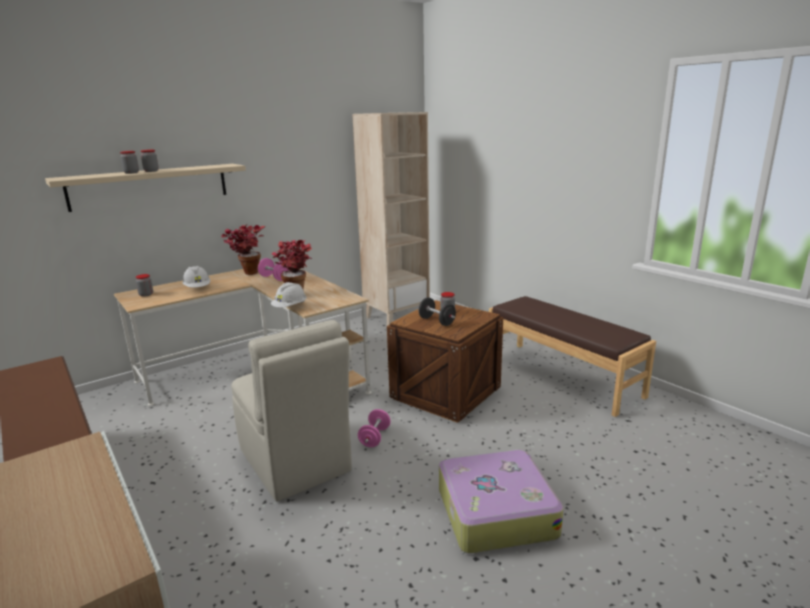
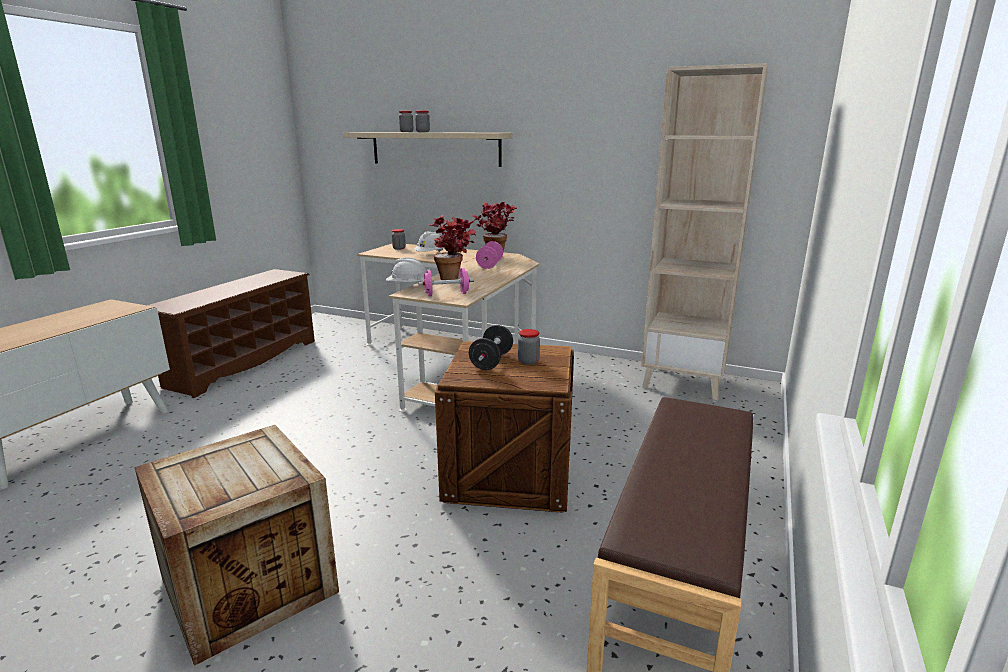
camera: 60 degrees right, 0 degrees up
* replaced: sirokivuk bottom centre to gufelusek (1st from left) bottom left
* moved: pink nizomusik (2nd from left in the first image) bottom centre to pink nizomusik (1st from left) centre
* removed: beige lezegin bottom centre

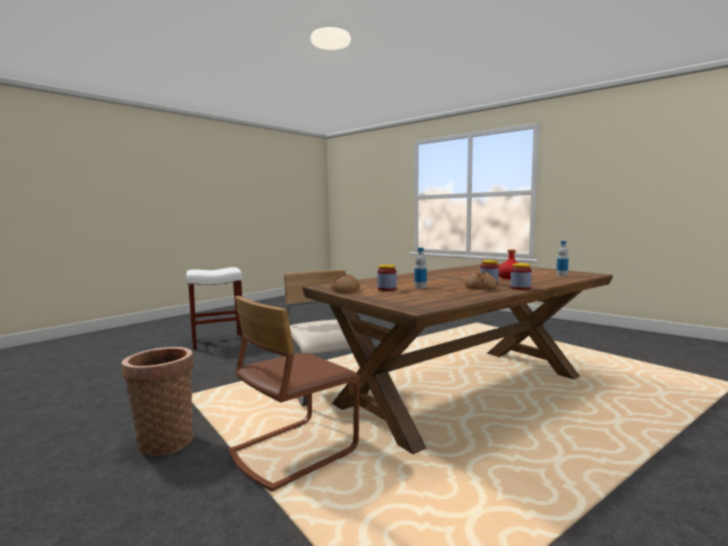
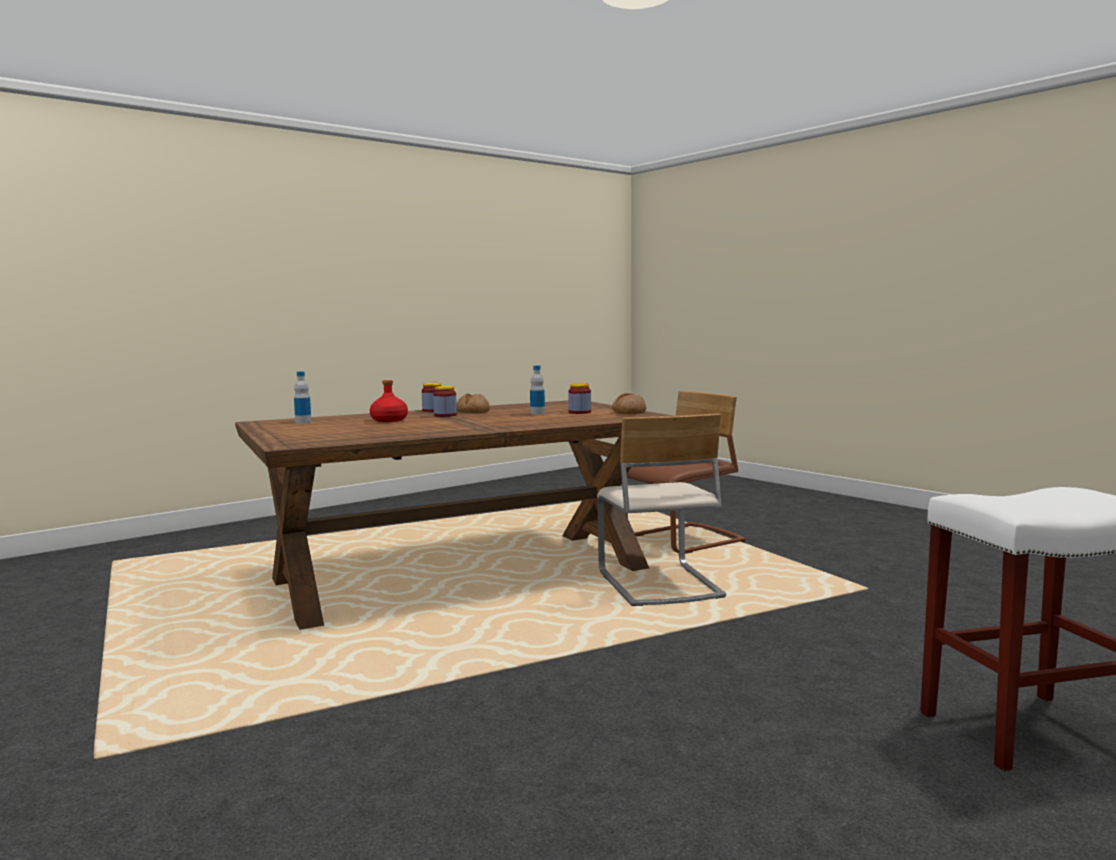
camera: 170 degrees left, 0 degrees up
* removed: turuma bottom left

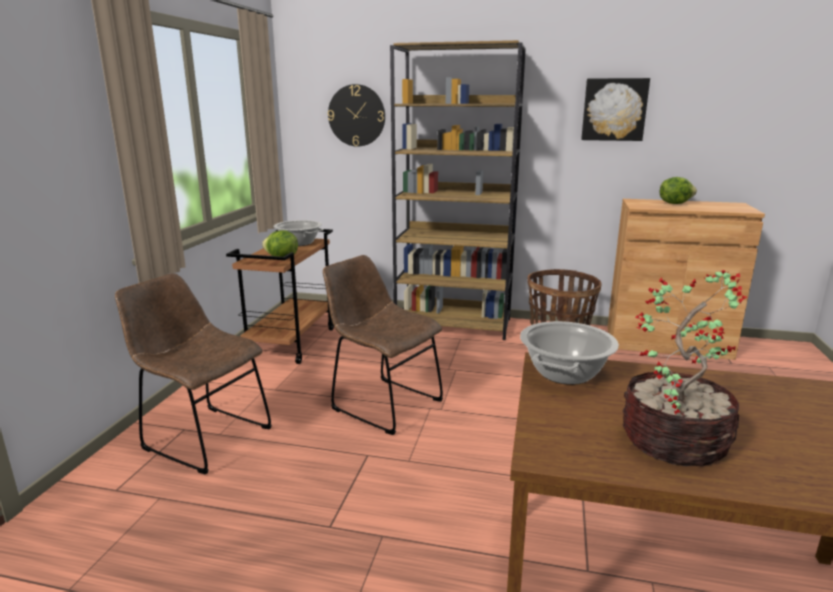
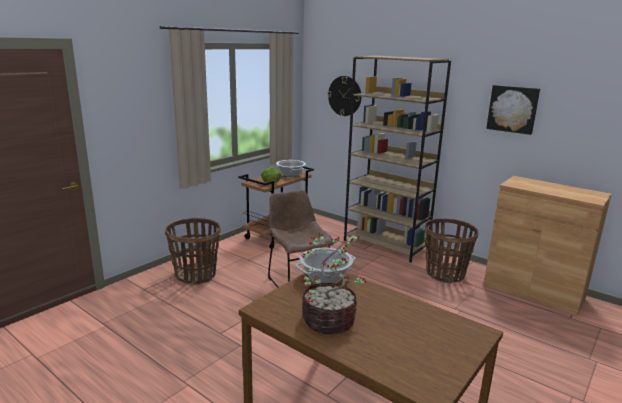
camera: 25 degrees right, 0 degrees up
* replaced: brown lezegin (1st from left) middle left to turuma (1st from left) middle left
* removed: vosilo (2nd from left) top right

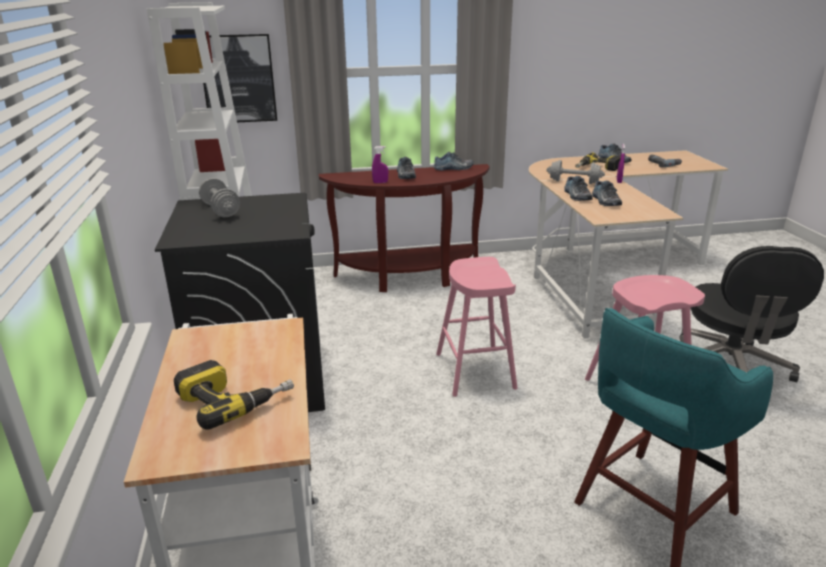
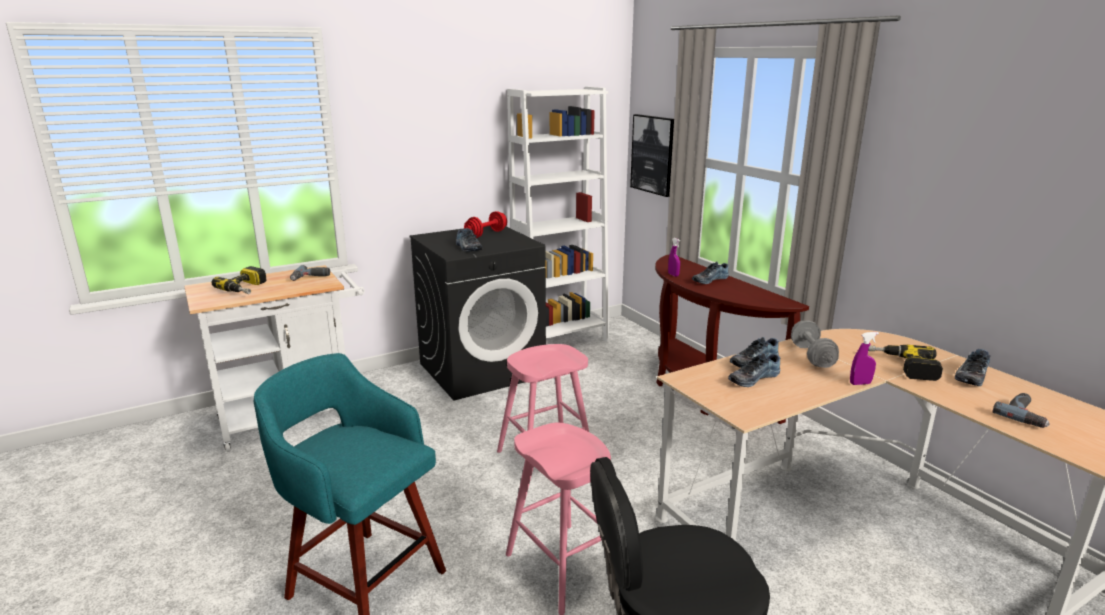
camera: 70 degrees right, 5 degrees down
* added: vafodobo (2nd from left) middle left
* moved: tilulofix (2nd from left in the first image) top centre to tilulofix (1st from left) centre
* recoloured: grey nizomusik (1st from left) middle left to red nizomusik centre

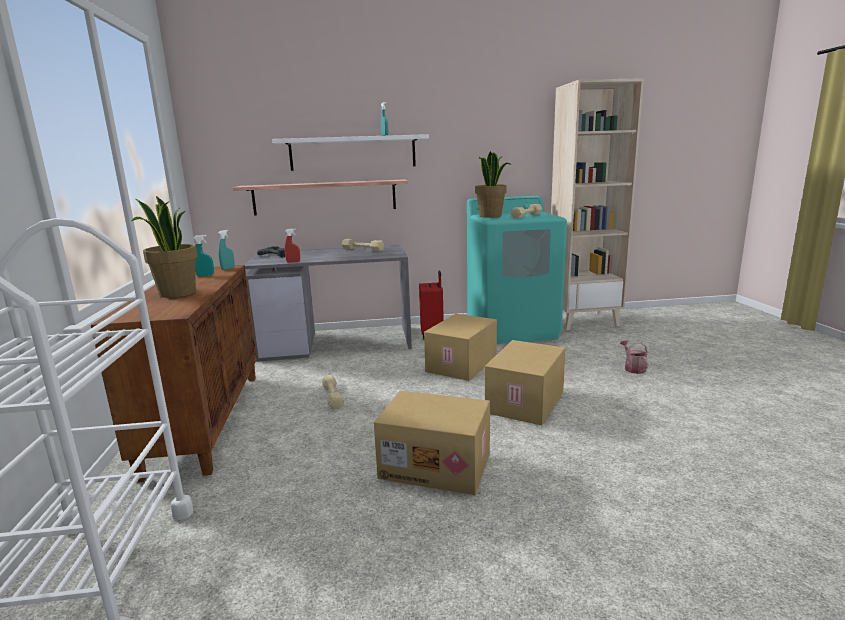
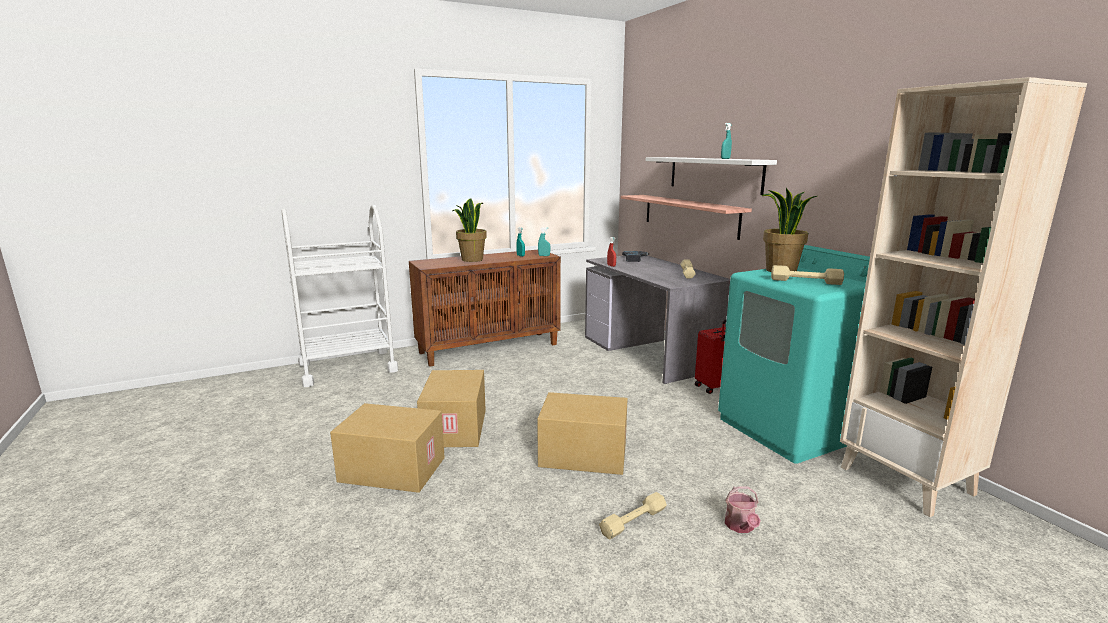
camera: 70 degrees right, 0 degrees up
* moved: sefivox (2nd from left in the first image) centre to sefivox (1st from left) bottom centre
* moved: beige nizomusik (1st from left) centre to bottom centre
* turned: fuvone middle right = bottom right 120 degrees clockwise

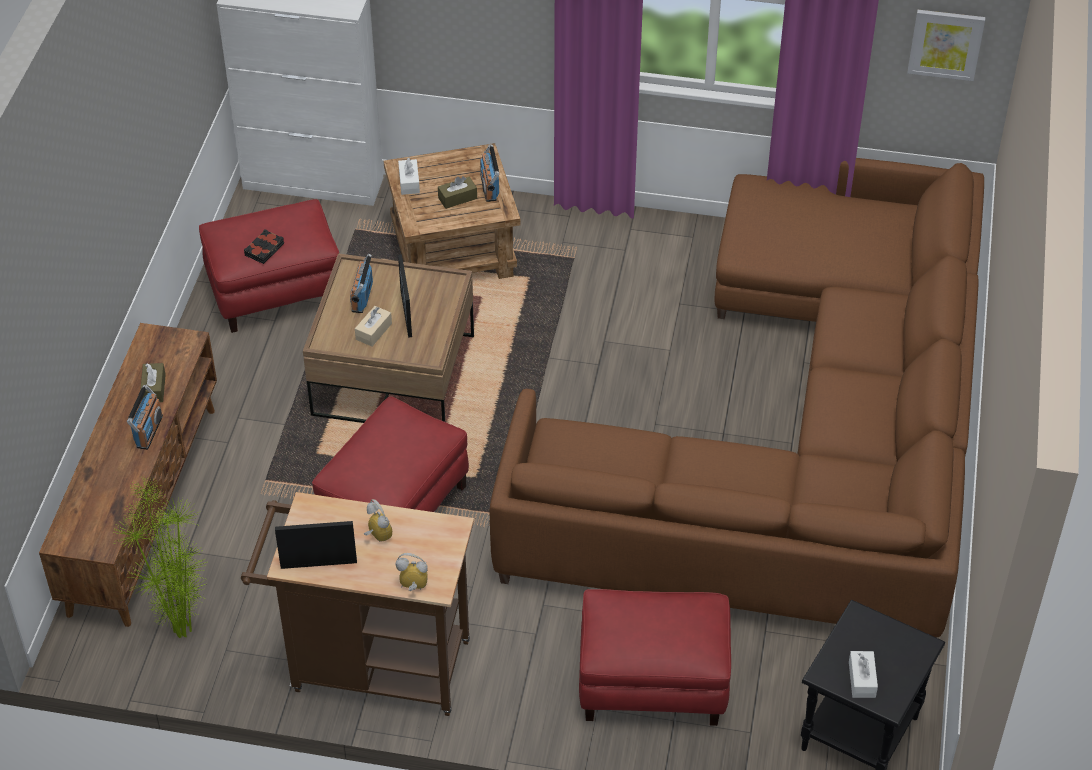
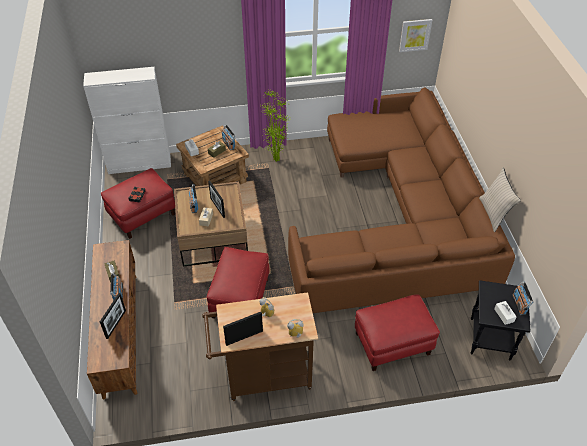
camera: 20 degrees left, 0 degrees up
* added: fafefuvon (1st from left) bottom left
* moved: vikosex bottom left to top centre
* added: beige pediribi middle right
* added: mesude (4th from left) bottom right

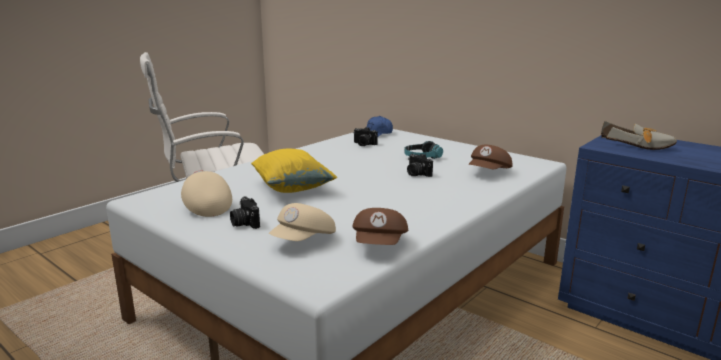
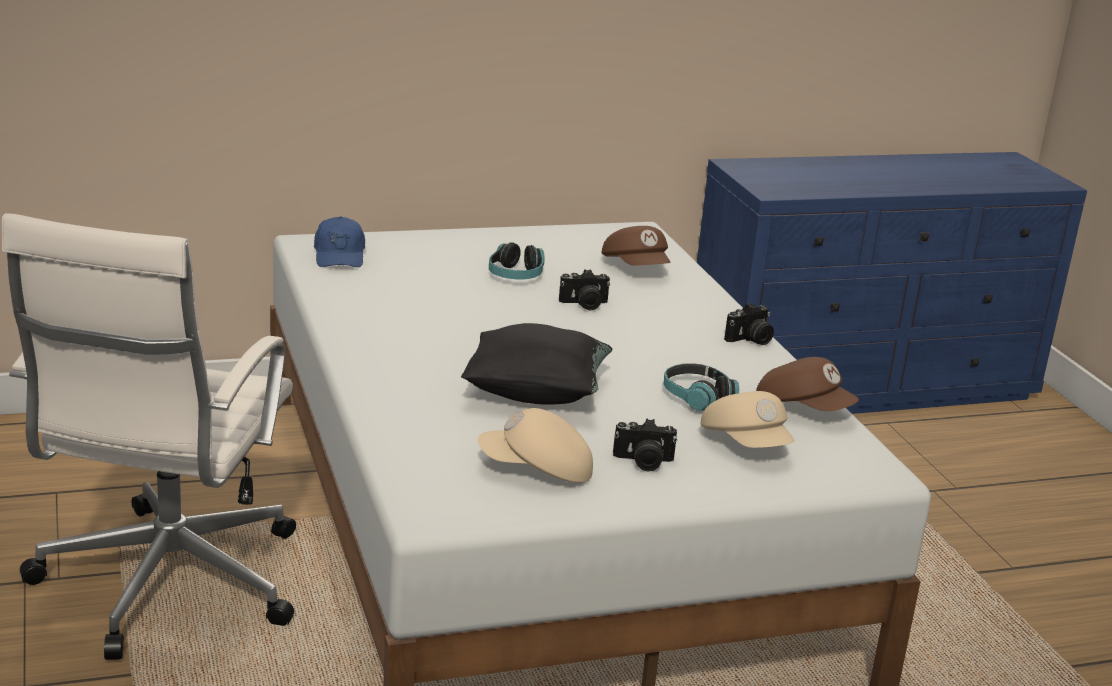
camera: 60 degrees left, 5 degrees up
* recoloured: yellow pediribi centre to black pediribi centre
* added: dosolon (2nd from left) centre
* moved: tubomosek (2nd from left in the first image) centre to tubomosek (3rd from left) middle right
* removed: tilulofix middle right

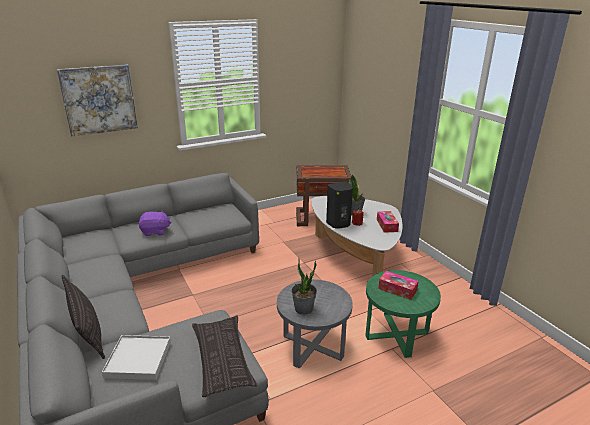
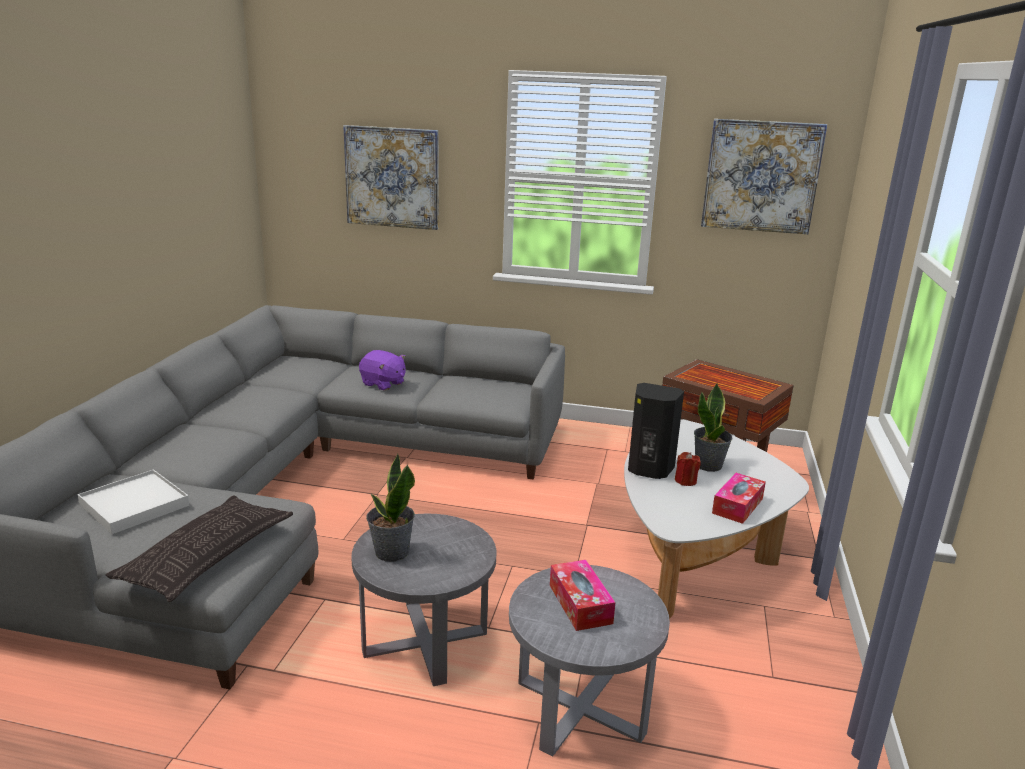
camera: 40 degrees right, 5 degrees down
* recoloured: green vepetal bottom right to grey vepetal (2nd from left) bottom centre
* added: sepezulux (2nd from left) top right
* removed: pediribi (1st from left) bottom left

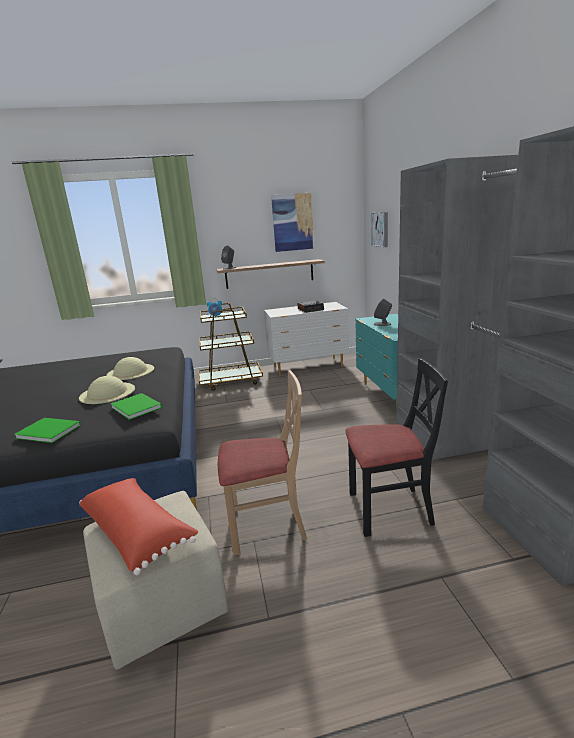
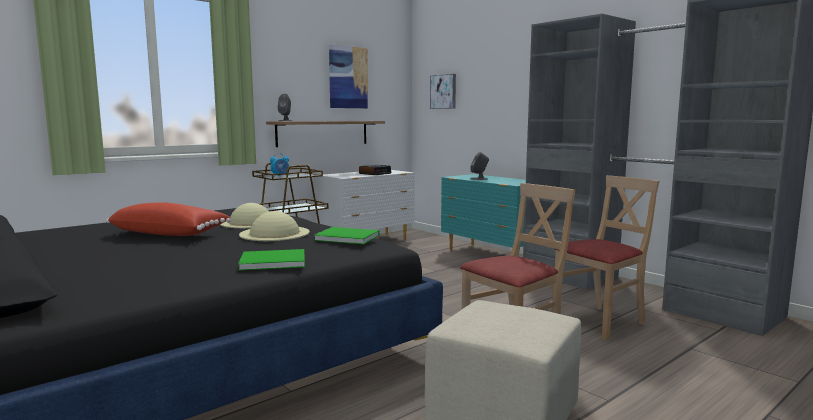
camera: 30 degrees left, 10 degrees down
* moved: red pediribi bottom left to middle left
* recoloured: black lezegin middle right to beige lezegin (2nd from left) middle right

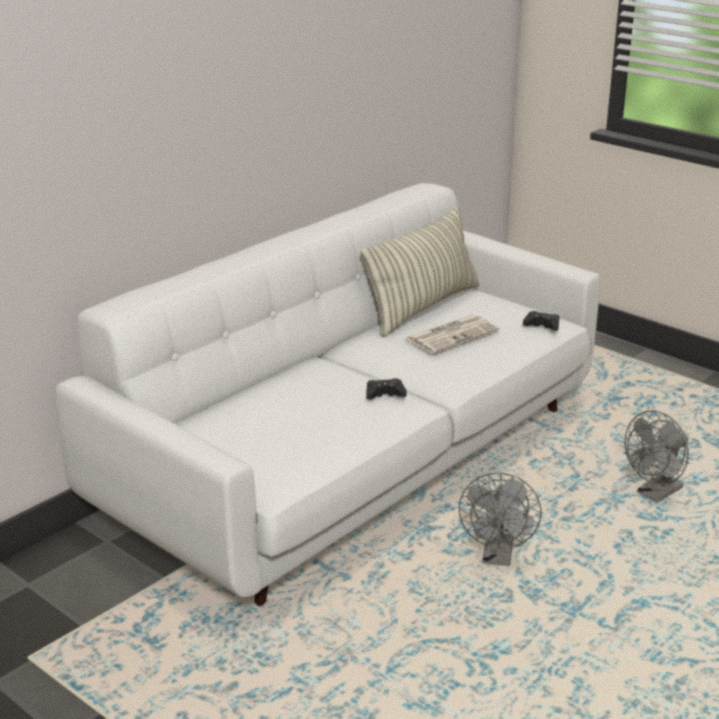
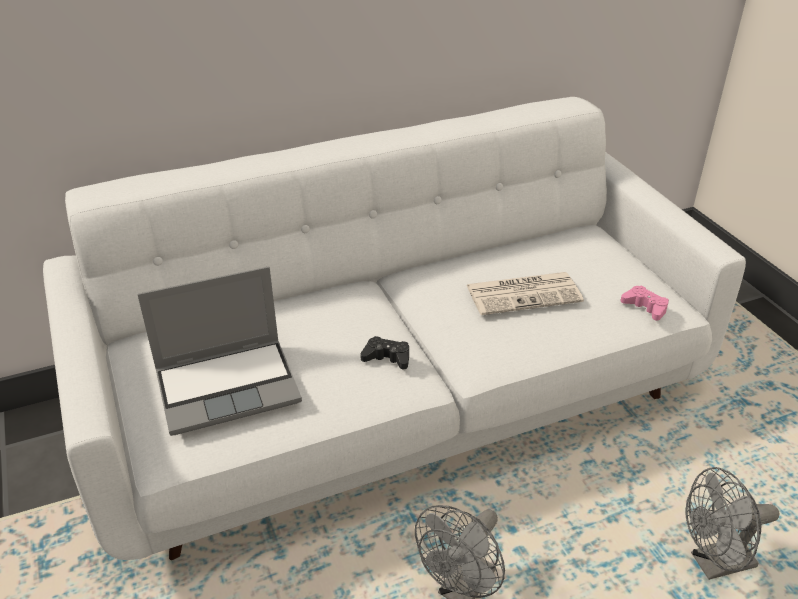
camera: 25 degrees right, 10 degrees up
* added: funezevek middle left
* recoloured: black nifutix (2nd from left) middle right to pink nifutix middle right
* removed: pediribi centre

